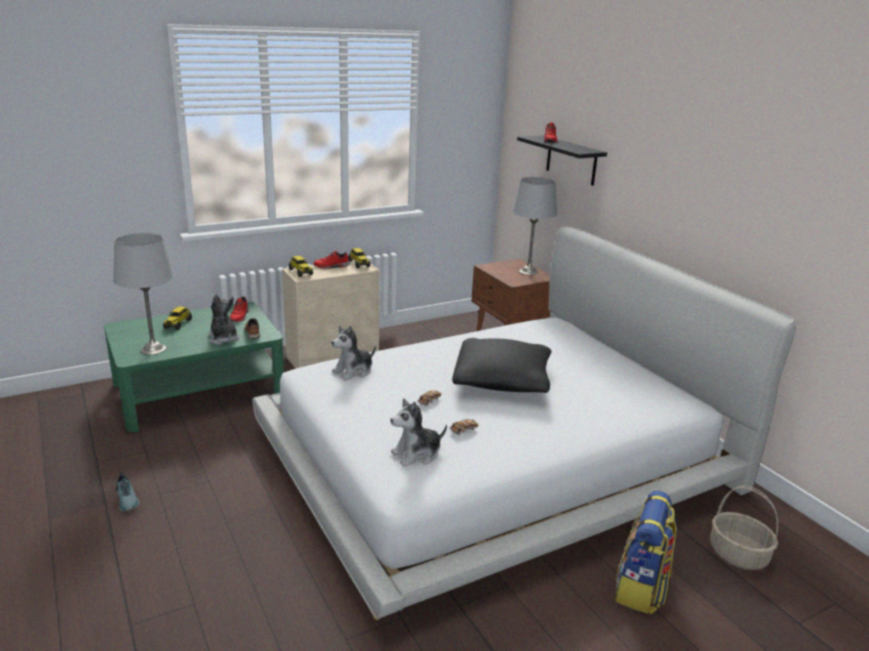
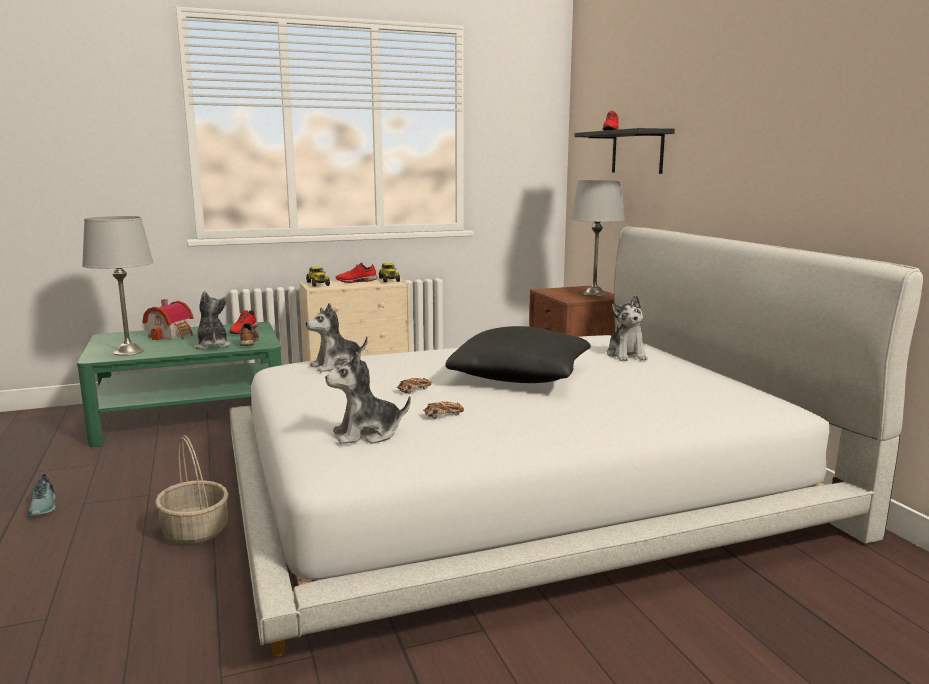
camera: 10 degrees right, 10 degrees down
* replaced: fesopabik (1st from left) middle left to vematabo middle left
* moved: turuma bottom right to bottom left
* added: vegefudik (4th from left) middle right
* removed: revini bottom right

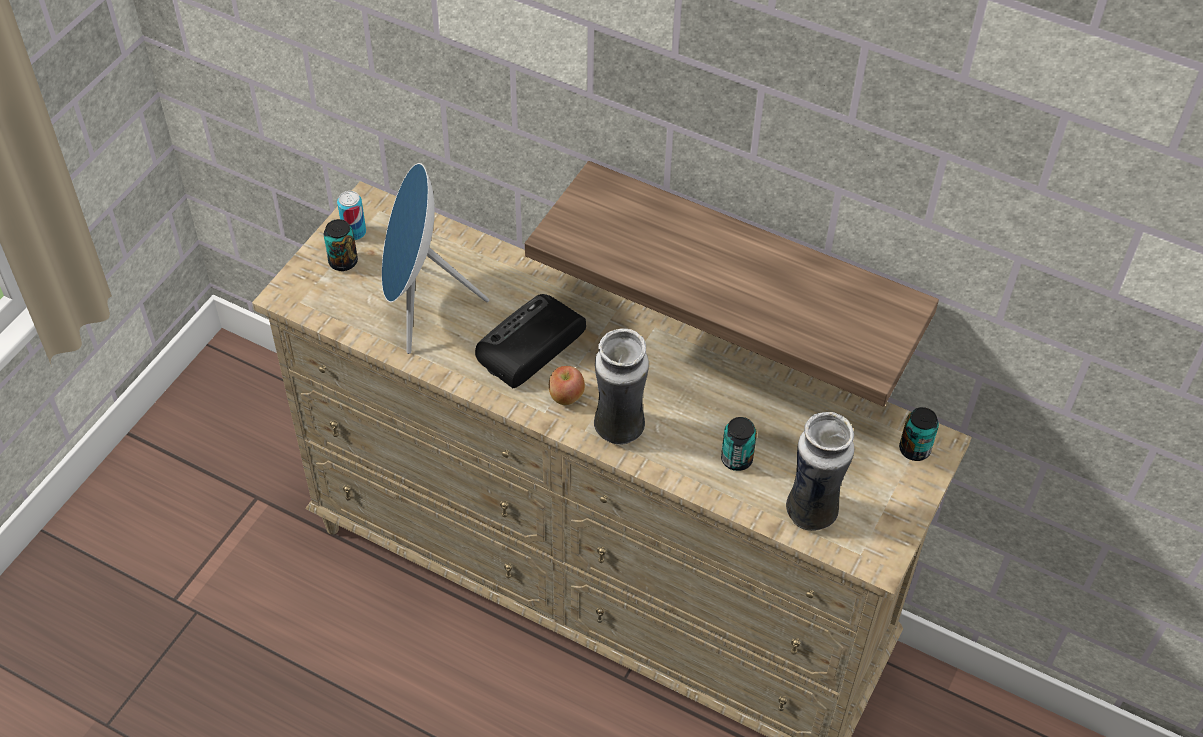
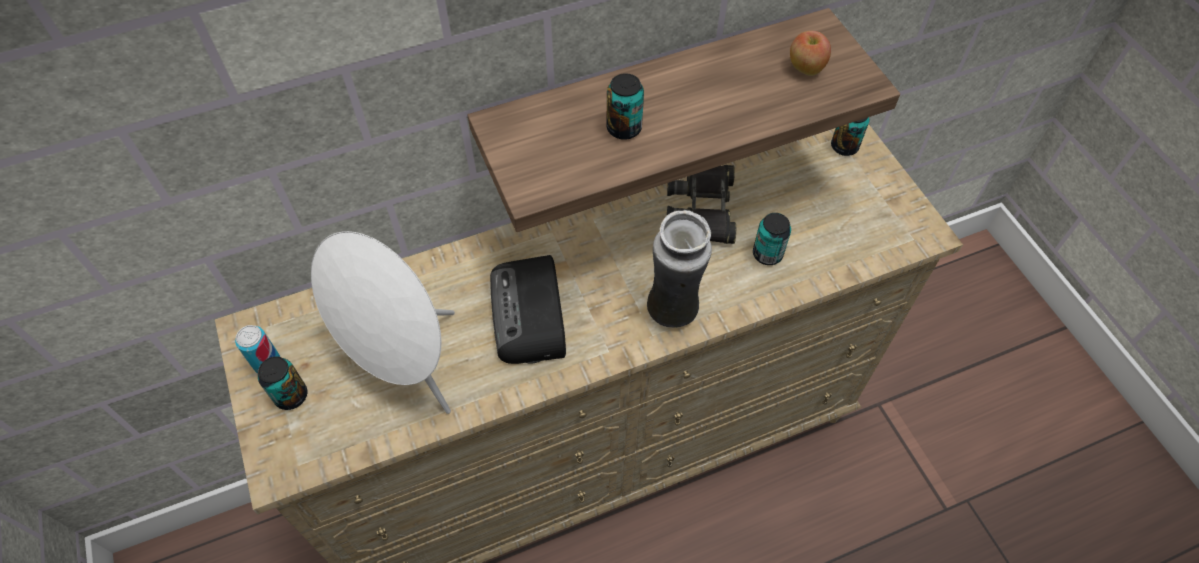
camera: 50 degrees left, 5 degrees up
* recoloured: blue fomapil centre to white fomapil middle left
* added: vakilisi (3rd from left) top centre
* added: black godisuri centre
* moved: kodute centre to top right
* removed: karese (2nd from left) middle right

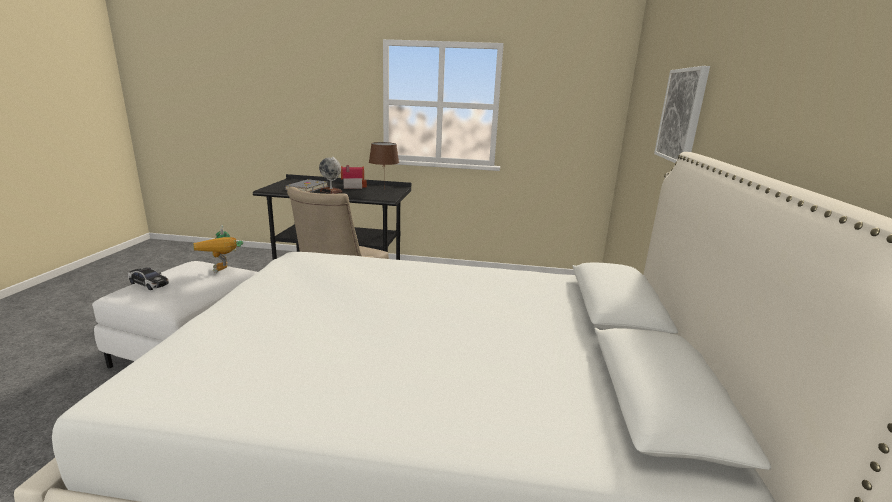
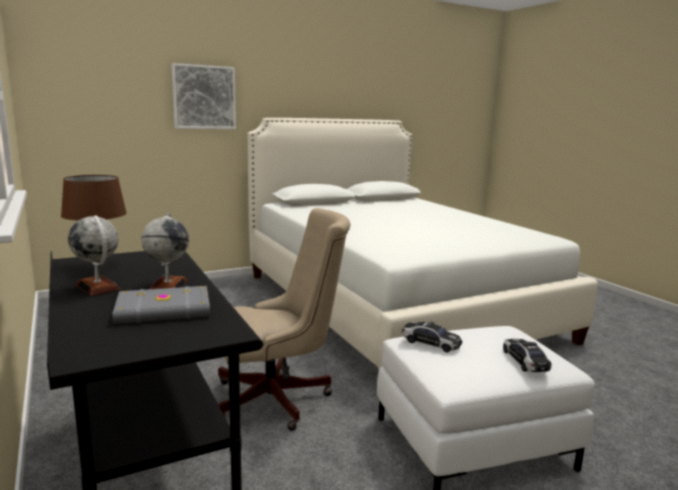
camera: 125 degrees left, 5 degrees down
* replaced: vematabo centre to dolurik (1st from left) middle left
* replaced: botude middle left to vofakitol (1st from left) bottom centre

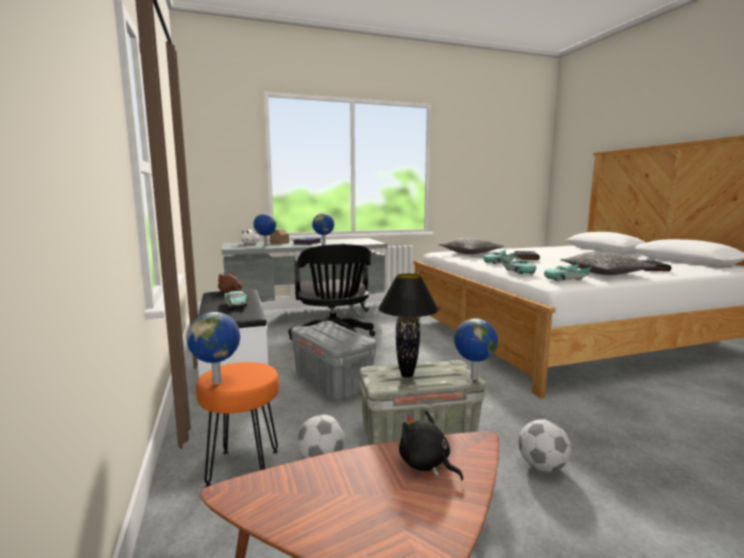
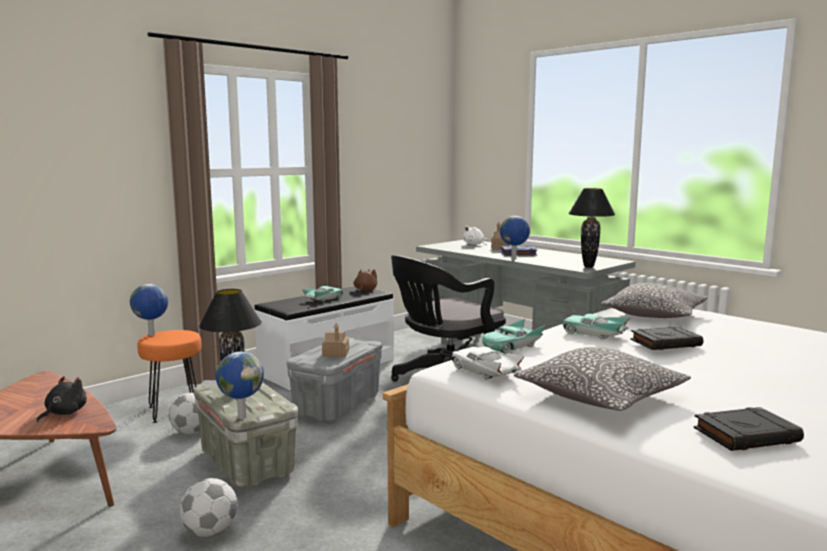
camera: 65 degrees right, 0 degrees up
* added: vematabo (1st from left) centre
* recoloured: turquoise vofakitol (4th from left) middle right to white vofakitol centre
* added: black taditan (2nd from left) middle right
* removed: dolurik (2nd from left) centre

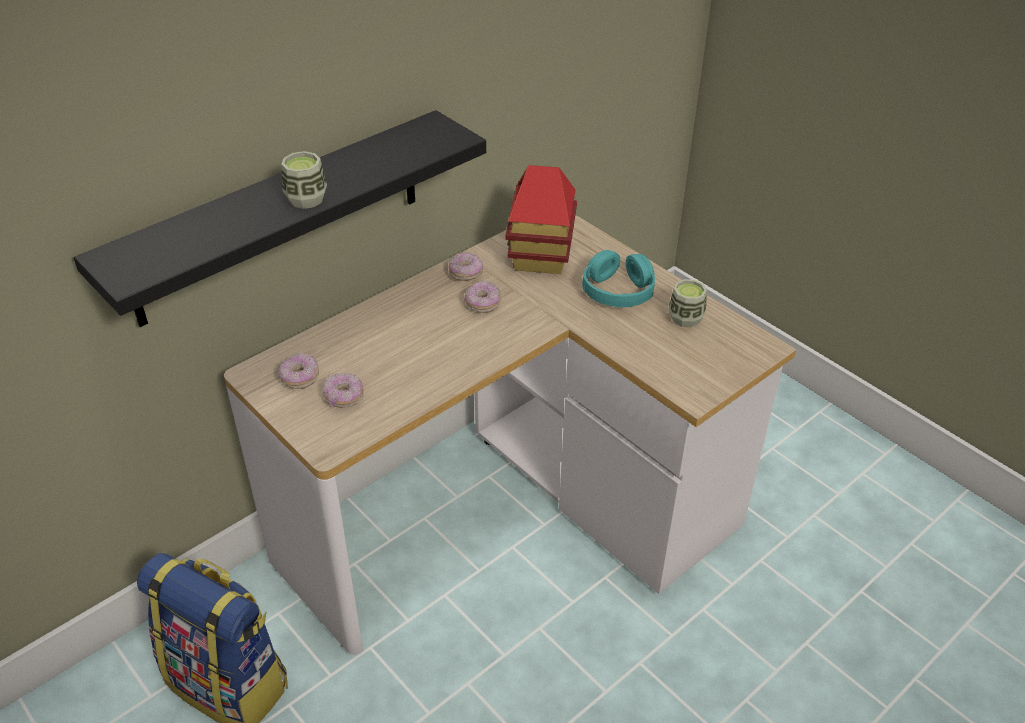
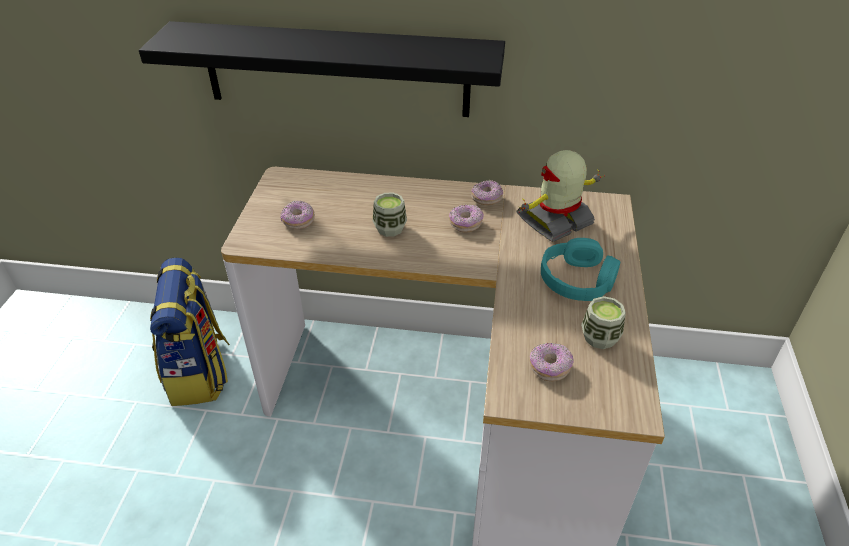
camera: 50 degrees right, 0 degrees up
* moved: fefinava (1st from left) top left to centre
* replaced: vematabo top centre to botude centre
* moved: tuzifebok (1st from left in the first image) middle left to tuzifebok (4th from left) centre

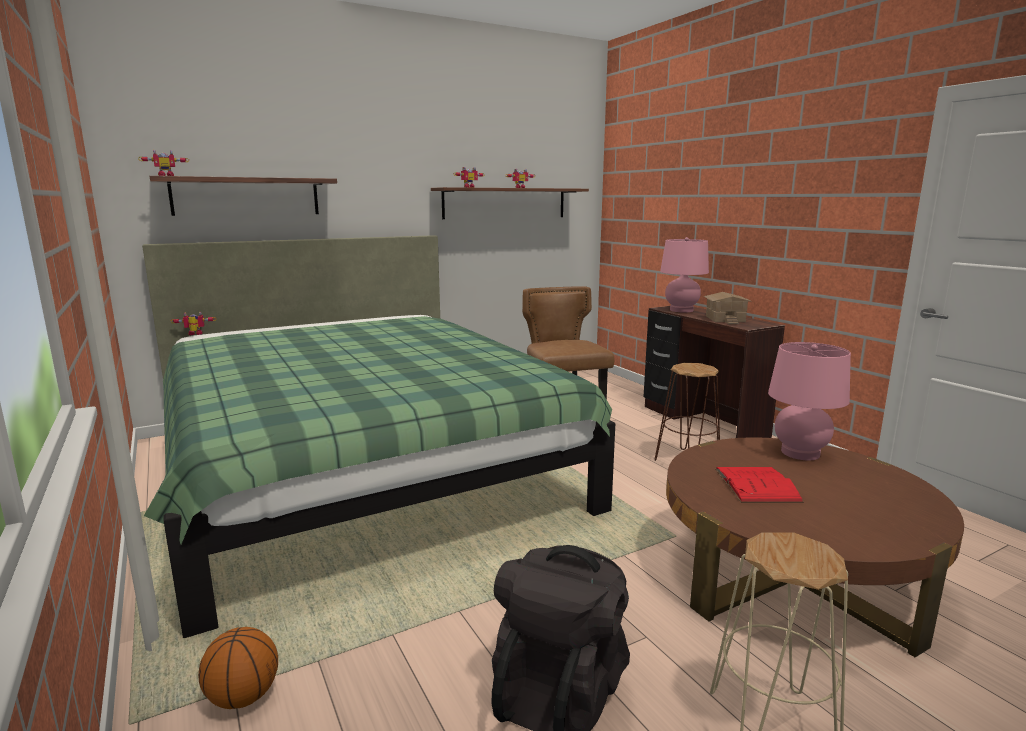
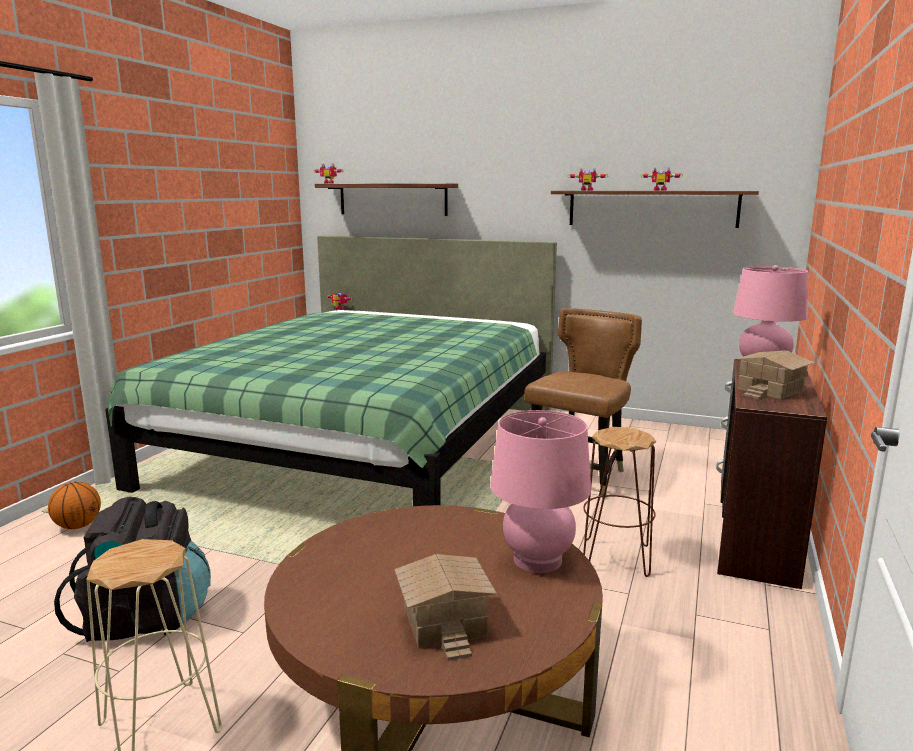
camera: 50 degrees right, 0 degrees up
* added: vematabo (1st from left) bottom centre
* removed: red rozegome middle right

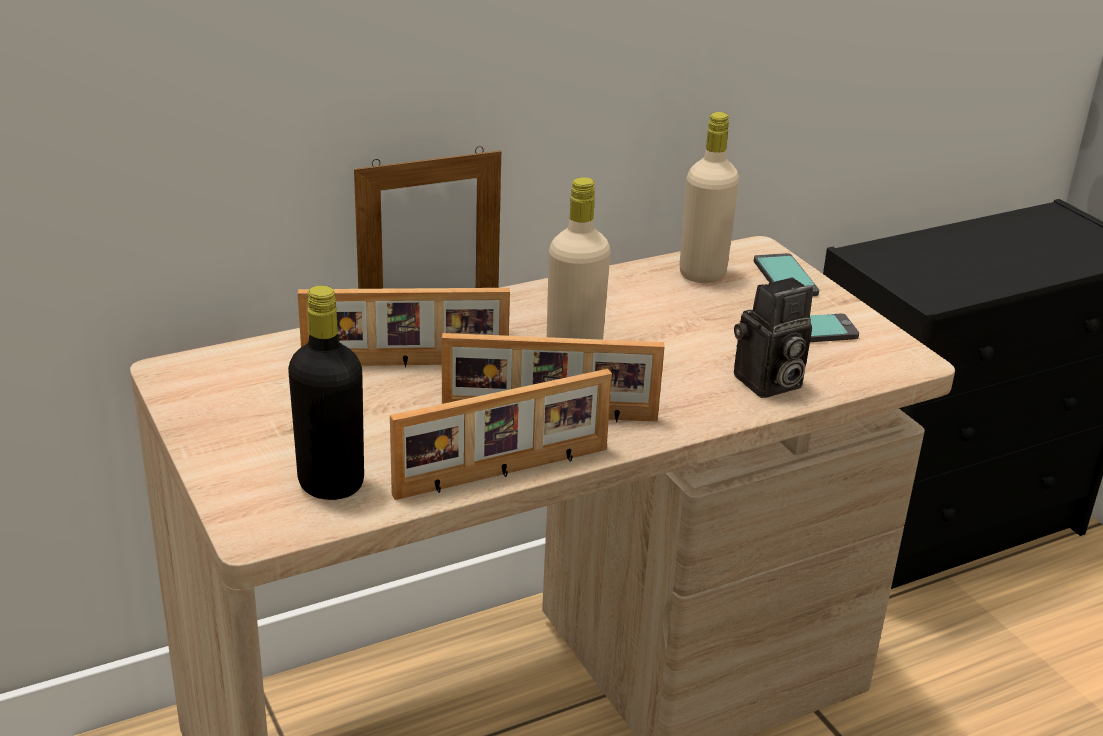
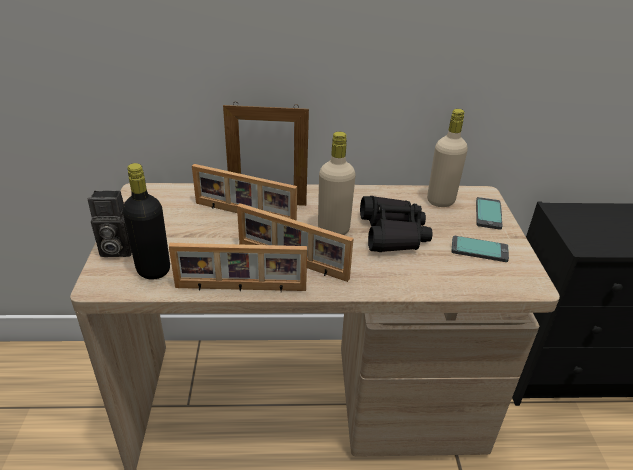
camera: 25 degrees right, 5 degrees up
* moved: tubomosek middle right to middle left
* added: black godisuri centre

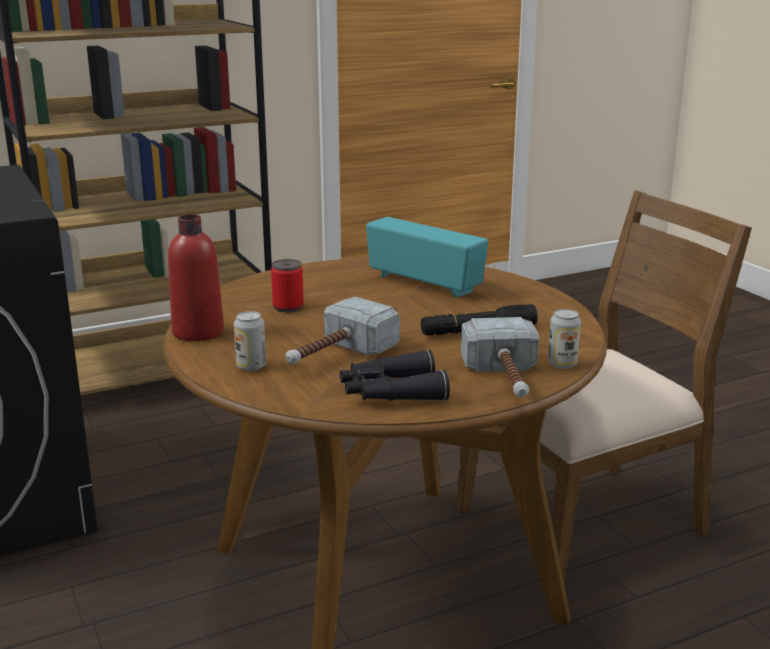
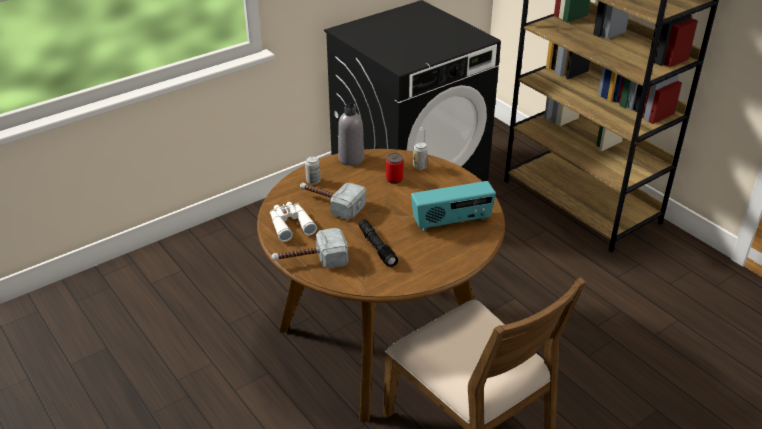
camera: 80 degrees right, 15 degrees up
* recoloured: black godisuri centre to white godisuri centre
* recoloured: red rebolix middle left to grey rebolix top centre
* turned: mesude centre = centre 45 degrees clockwise
* moved: vakilisi (3rd from left) middle right to centre

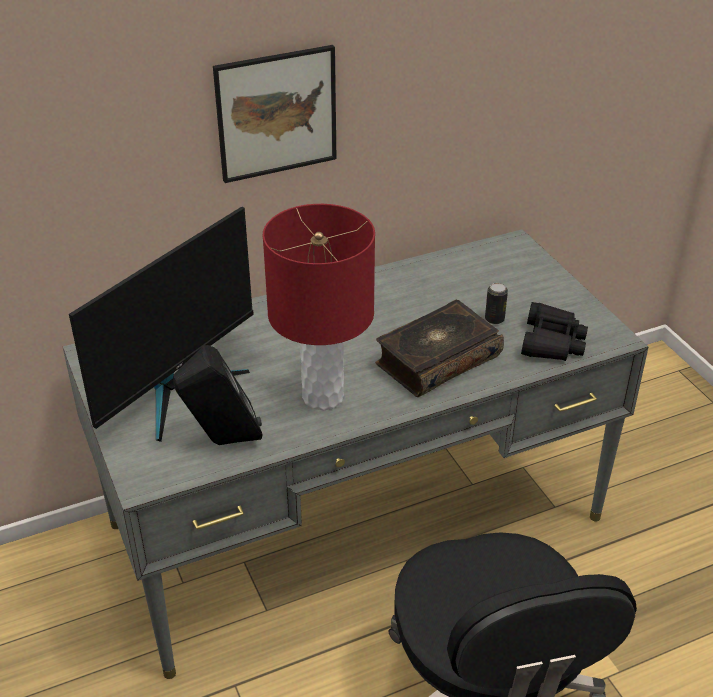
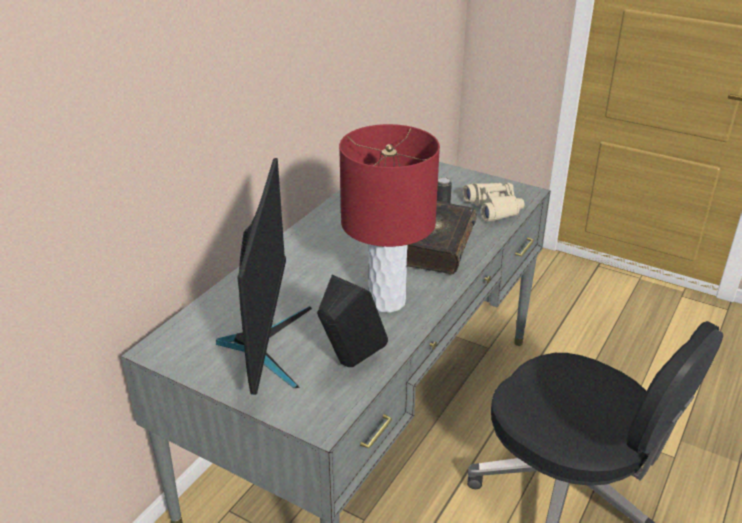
camera: 35 degrees left, 5 degrees down
* recoloured: black godisuri middle right to beige godisuri centre
* removed: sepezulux top centre

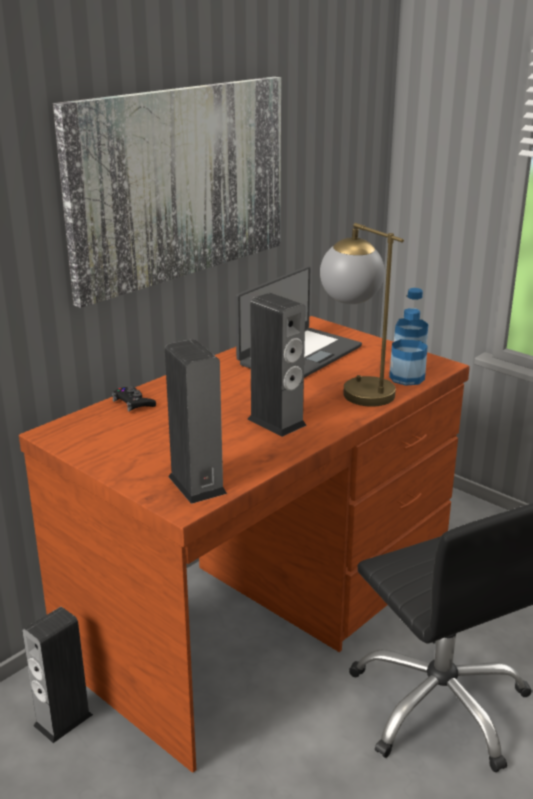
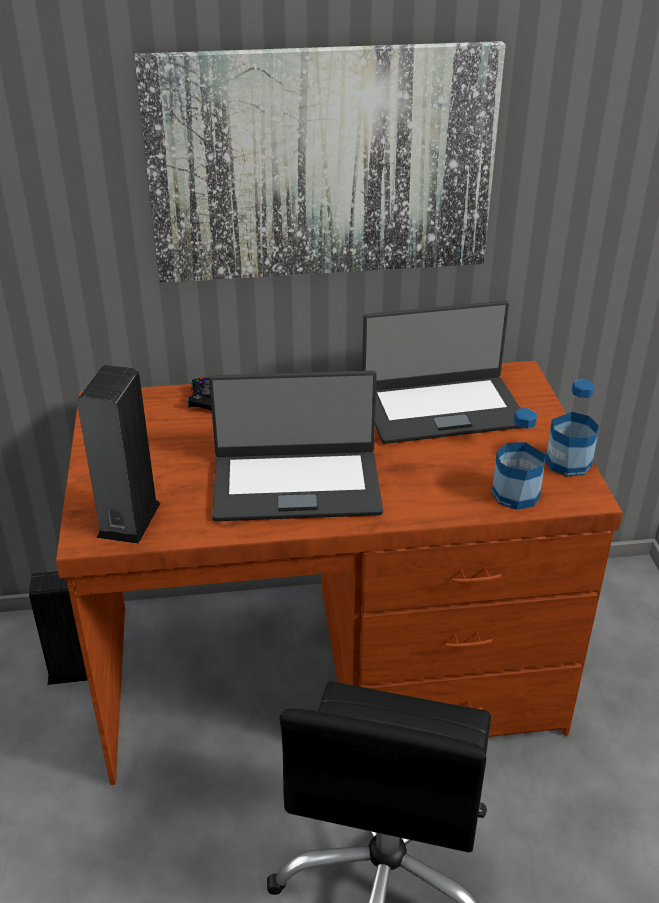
camera: 40 degrees right, 10 degrees up
* replaced: fomapil (3rd from left) centre to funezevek (1st from left) centre
* removed: taditan middle right

